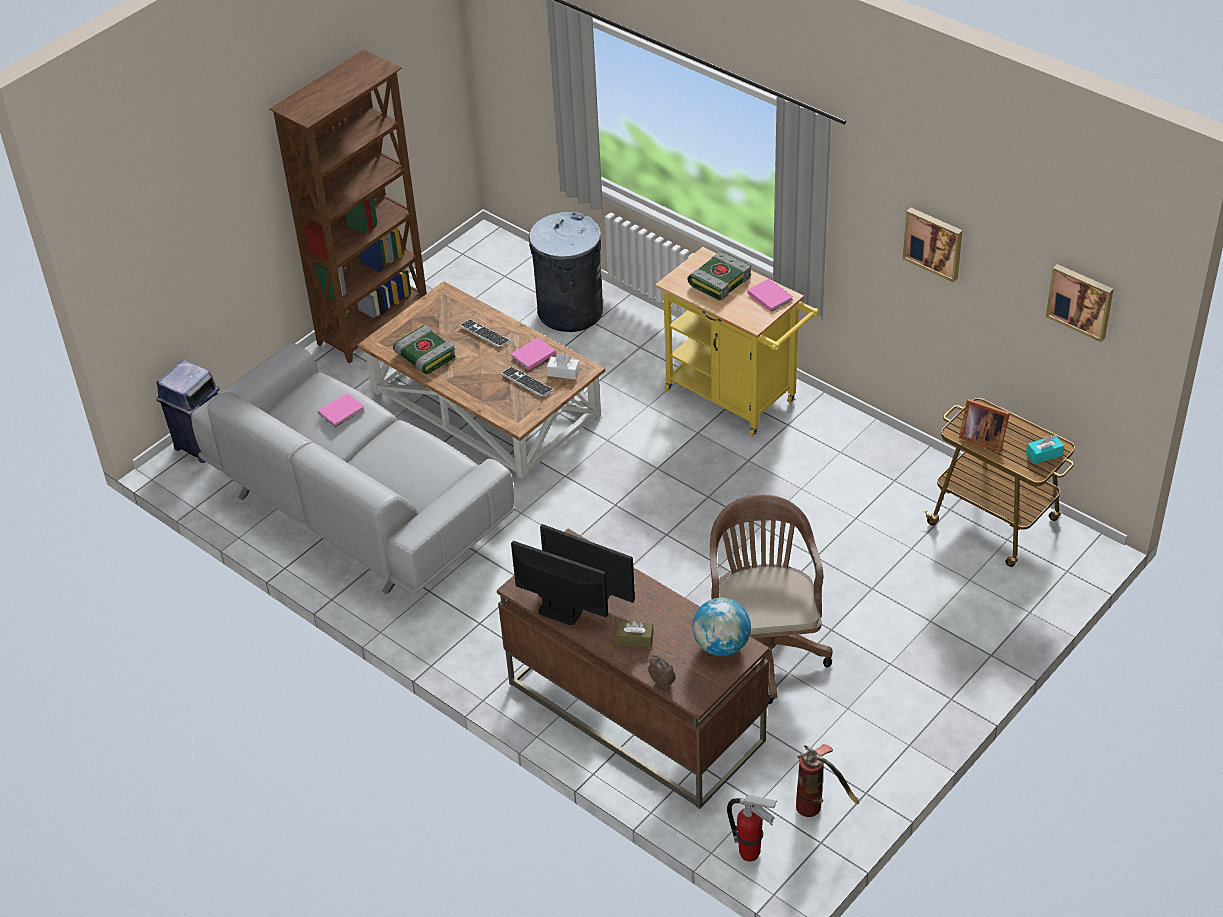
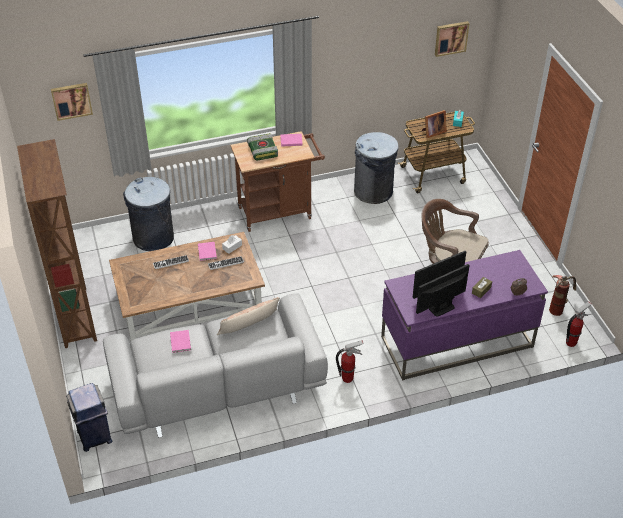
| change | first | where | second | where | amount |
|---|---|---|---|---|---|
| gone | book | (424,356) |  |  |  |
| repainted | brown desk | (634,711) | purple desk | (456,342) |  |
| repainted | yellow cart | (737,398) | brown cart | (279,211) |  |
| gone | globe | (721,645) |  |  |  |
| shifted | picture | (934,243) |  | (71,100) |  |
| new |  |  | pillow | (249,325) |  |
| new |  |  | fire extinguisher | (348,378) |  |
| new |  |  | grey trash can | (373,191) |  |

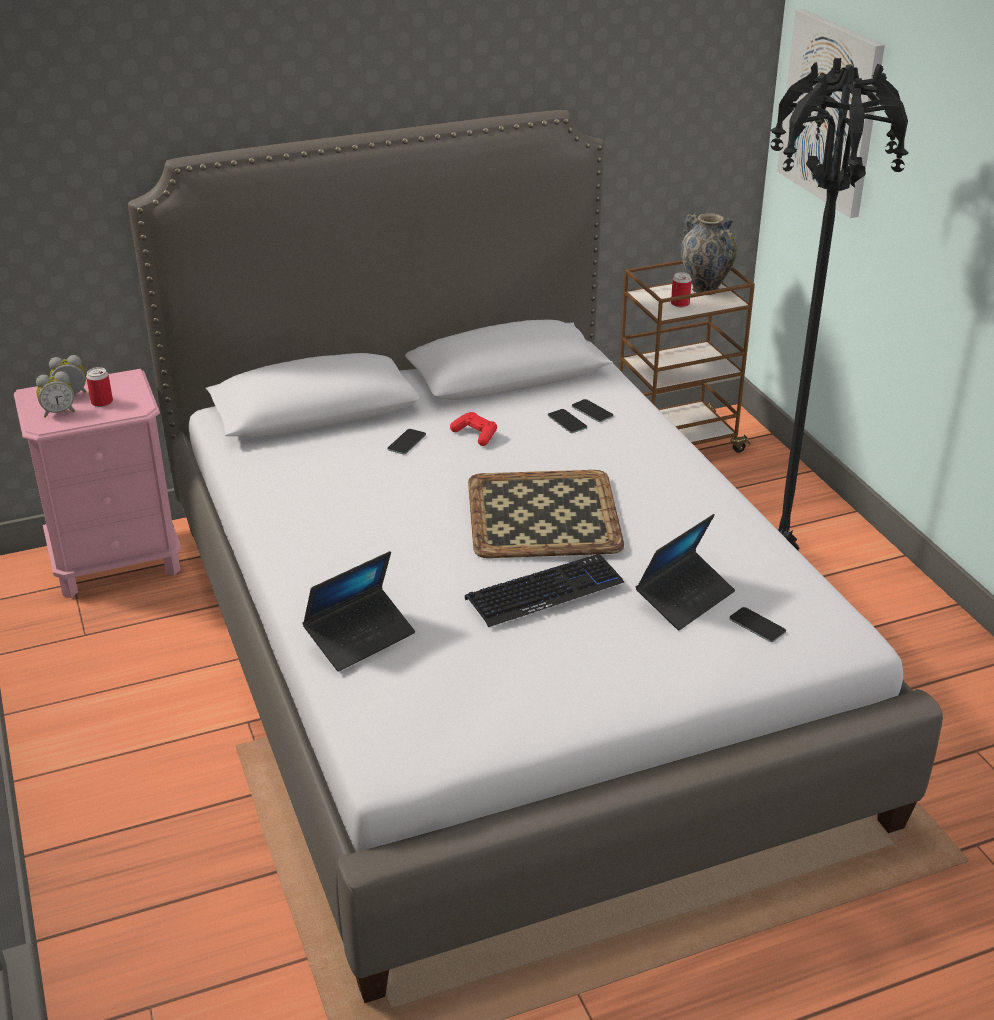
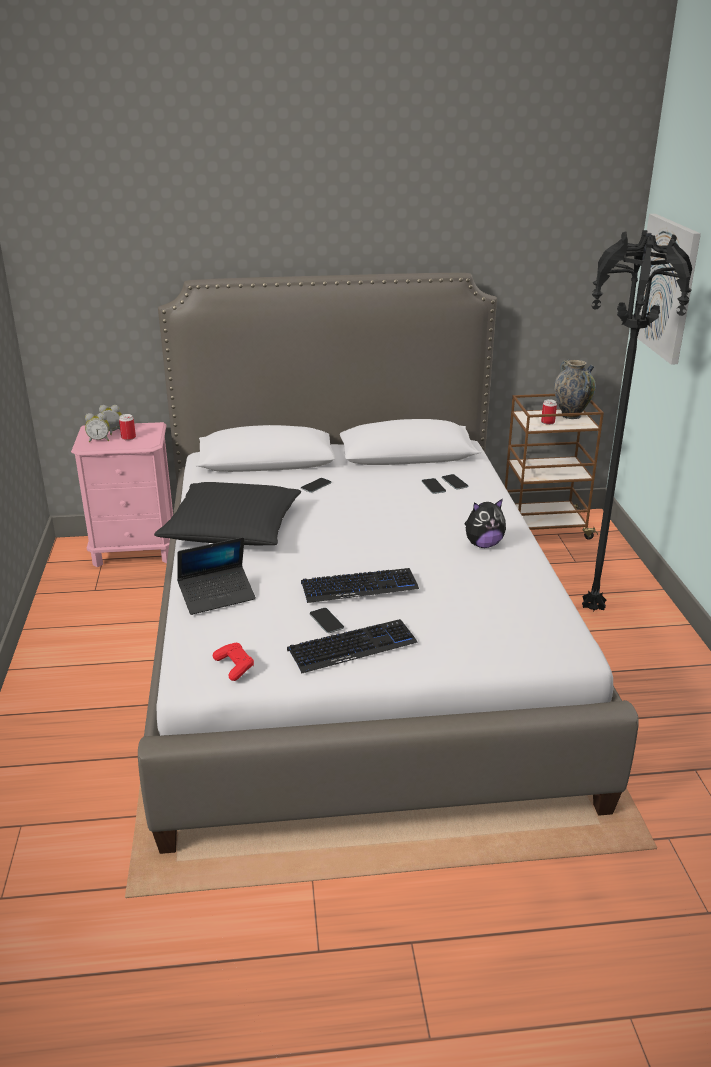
| change | first | where | second | where | amount |
|---|---|---|---|---|---|
| shifted | red game controller | (475,434) |  | (234,666) |  |
| gone | tray | (542,515) |  |  |  |
| gone | laptop | (685,598) |  |  |  |
| shifted | phone | (757,625) |  | (326,621) |  |
| new |  |  | black pillow | (232,529) |  |
| new |  |  | keyboard | (352,647) |  |
| new |  |  | plush toy | (483,544) |  |

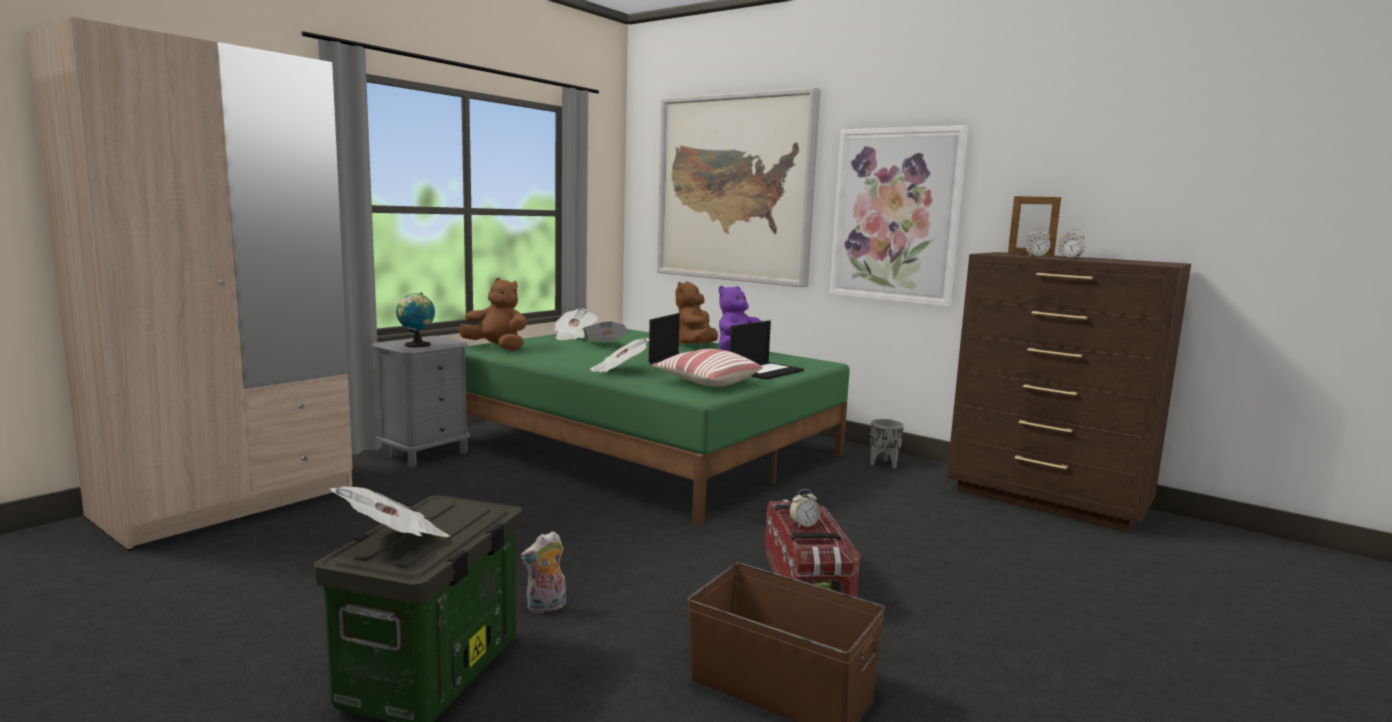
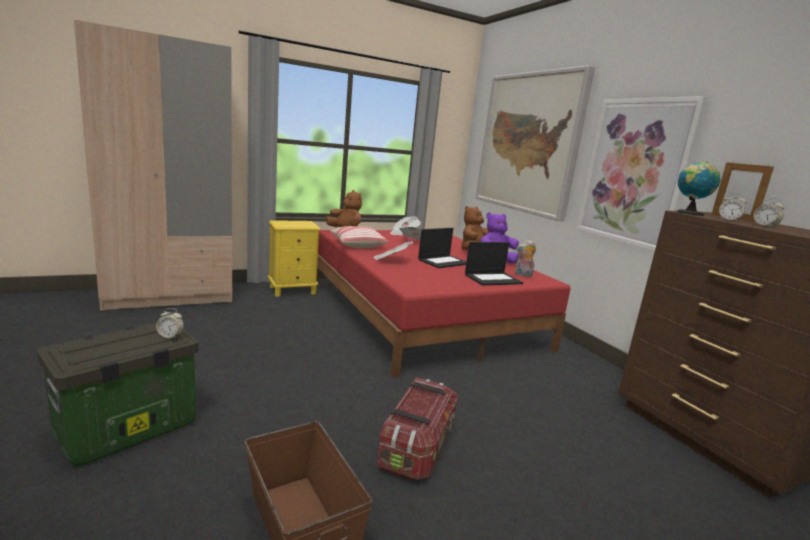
| change | first | where | second | where | amount |
|---|---|---|---|---|---|
| gone | newspaper | (393,539) |  |  |  |
| repainted | grey nightstand | (426,454) | yellow nightstand | (293,290) |  |
| shifted | globe | (416,345) |  | (689,213) |  |
| repainted | green bed | (644,447) | red bed | (421,314) |  |
| shifted | plush toy | (546,608) |  | (523,275) |  |
| shifted | pillow | (706,382) |  | (357,245) |  |
| shifted | alarm clock | (803,525) |  | (170,336) |  |
| gone | grey planter | (884,464) |  |  |  |

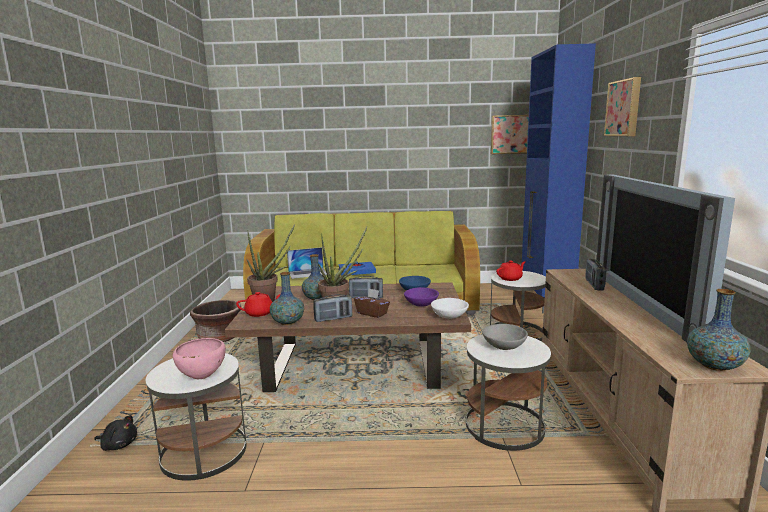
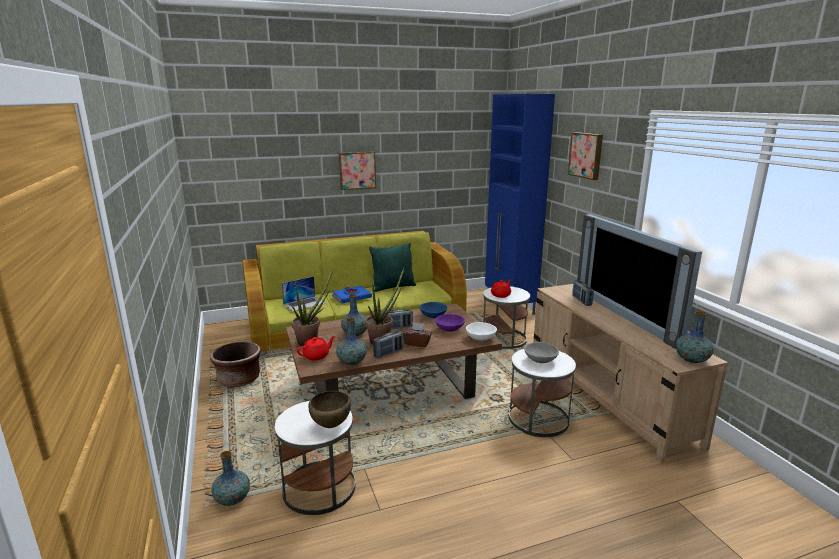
| change | first | where | second | where | amount |
|---|---|---|---|---|---|
| swapped | black plush toy | (118,445) | vase | (232,499) |  |
| repainted | pink bowl | (202,377) | brown bowl | (331,425) |  |
| shifted | picture | (509,134) |  | (357,170) |  |
| new |  |  | green pillow | (393,287) |  |

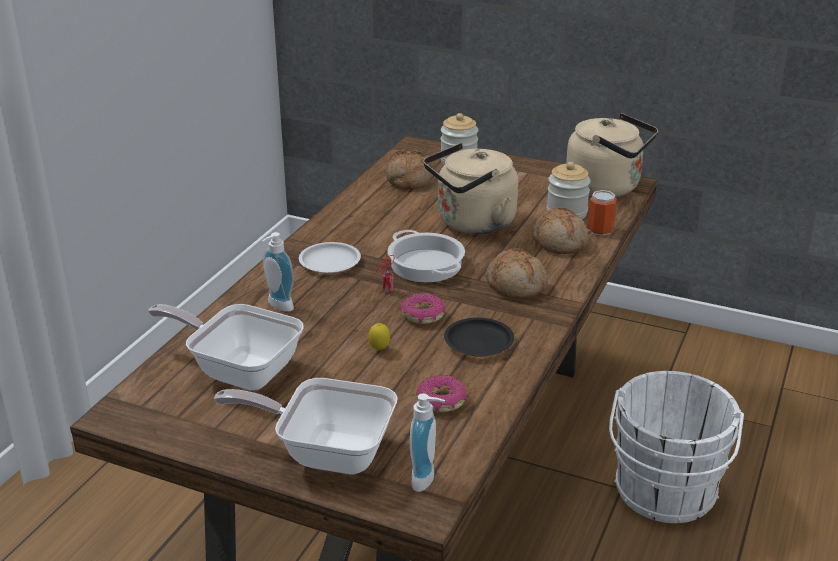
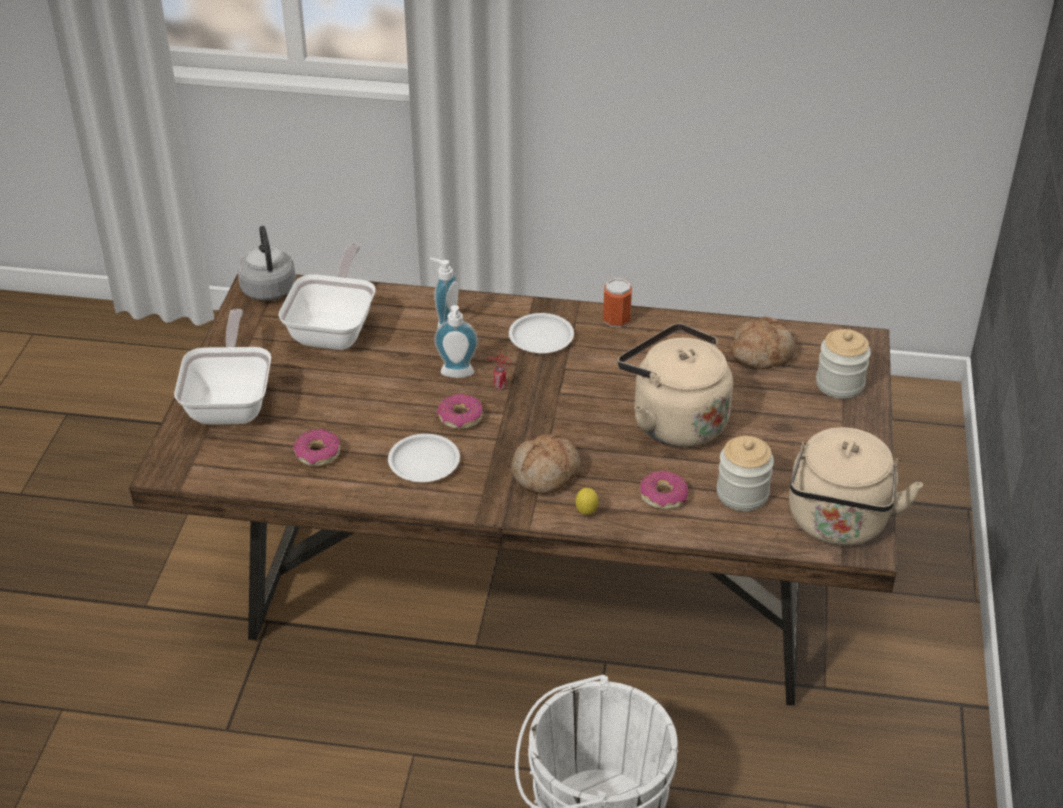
| change | first | where | second | where | amount |
|---|---|---|---|---|---|
| shifted | lemon | (379,349) |  | (586,513) |  |
| gone | cooking pot | (427,265) |  |  |  |
| shifted | soap dispenser | (427,479) |  | (457,375) |  |
| repainted | black plate | (478,342) | white plate | (424,462) |  |
| swapped | bread | (560,242) | donut | (663,496) |  |
| shifted | can | (600,230) |  | (616,320) |  |
| new |  |  | grey kettle | (268,288) |  |

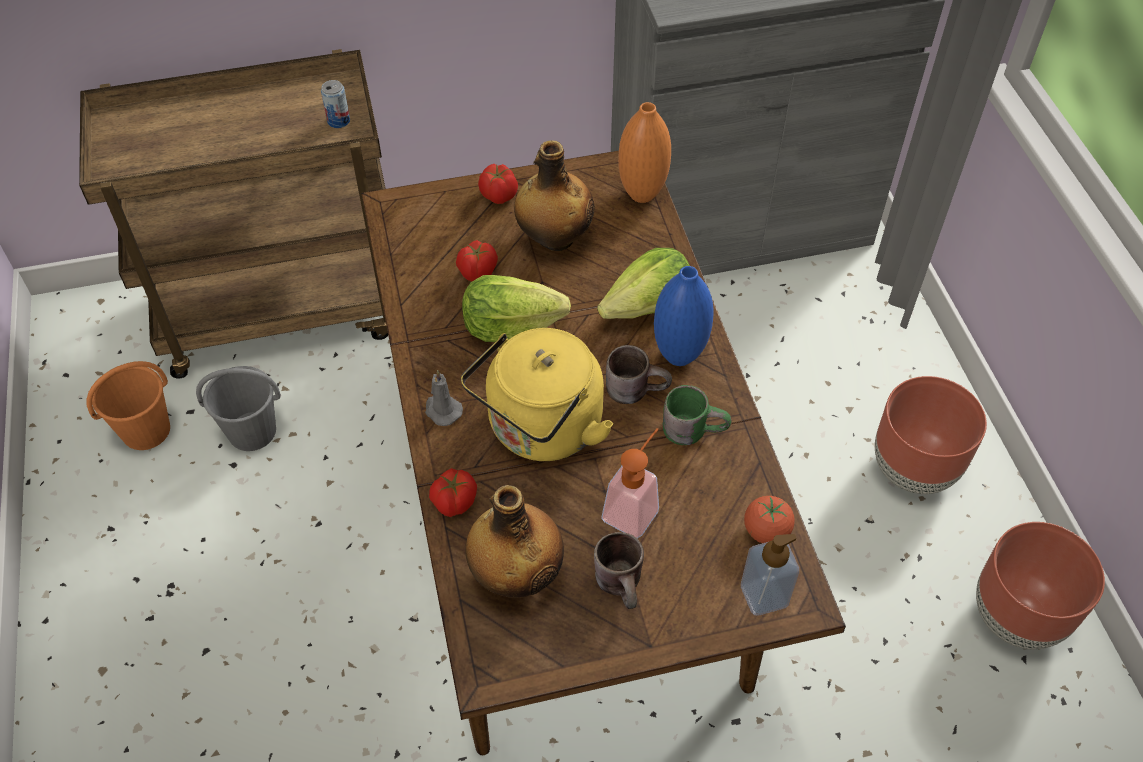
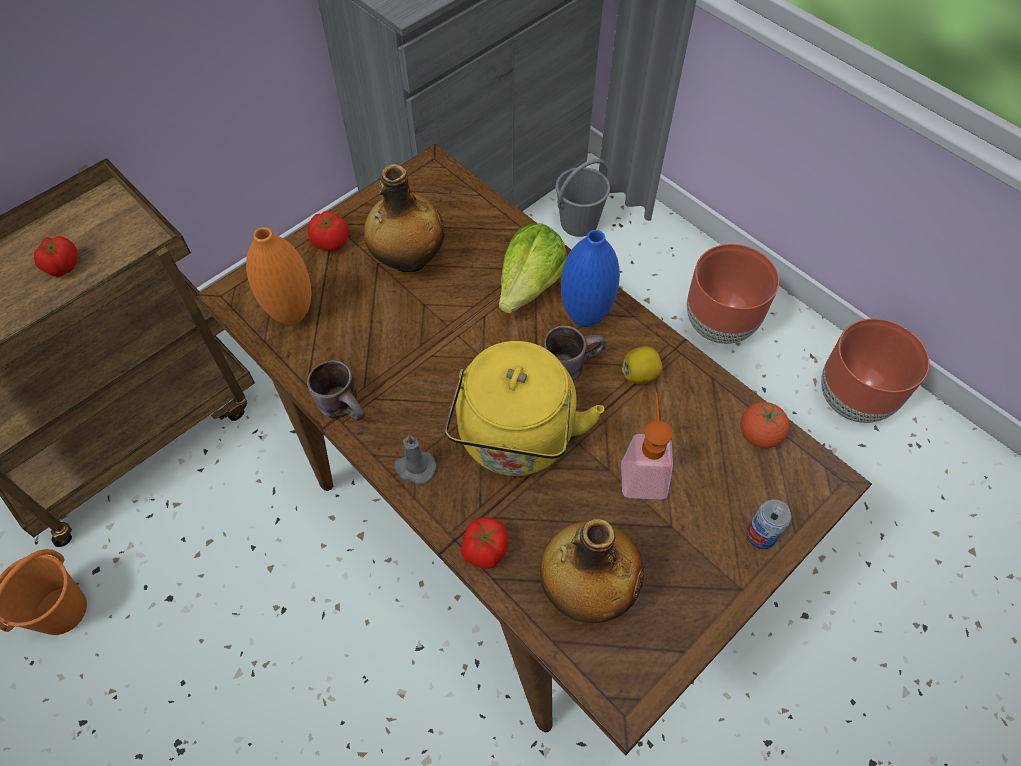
| change | first | where | second | where | amount |
|---|---|---|---|---|---|
| shifted | grey bucket | (251,431) |  | (578,223) |  |
| shifted | can | (338,121) |  | (760,535) |  |
| shifted | tomato | (477,272) |  | (63,266) |  |
| gone | lettuce | (510,327) |  |  |  |
| shifted | brown mug | (624,584) |  | (346,405) |  |
| shifted | orange vase | (642,194) |  | (292,314) |  |
| swapped | green mug | (693,428) | lemon | (640,375) |  |
| gone | soap dispenser | (764,595) |  |  |  |

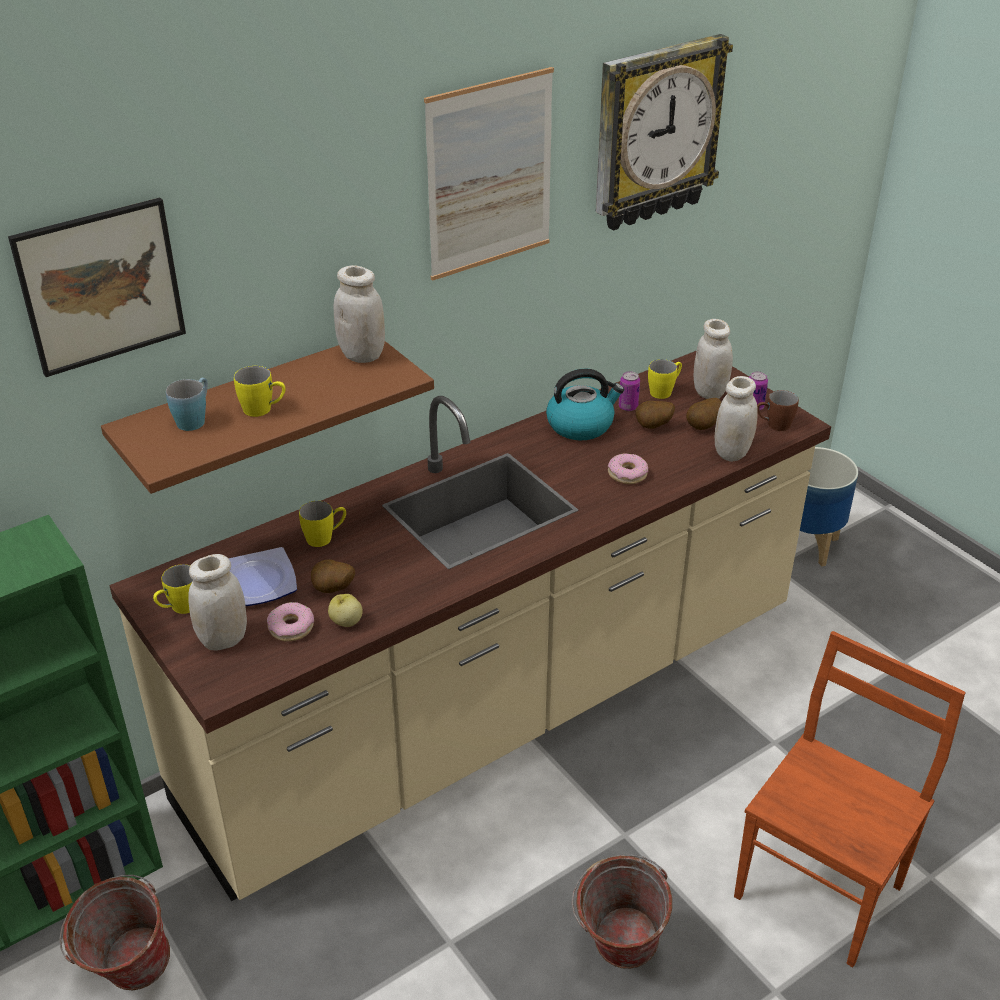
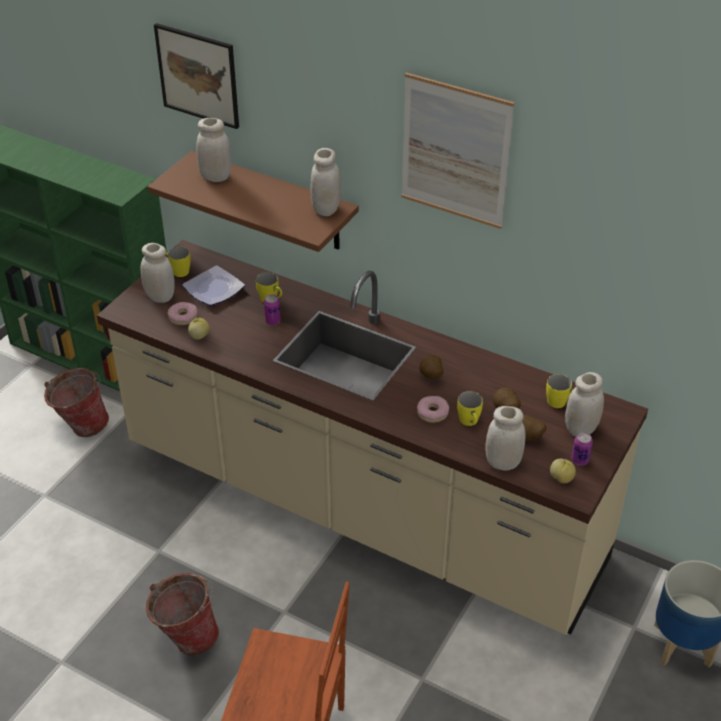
| change | first | where | second | where | amount |
|---|---|---|---|---|---|
| swapped | blue mug | (195,419) | white jar | (215,177) |  |
| shifted | yellow mug | (264,410) |  | (470,422) |  |
| shifted | potato | (333,590) |  | (430,376) |  |
| gone | kettle | (581,425) |  |  |  |
| gone | wall clock | (655,133) |  |  |  |
| shifted | can | (628,407) |  | (272,321) |  |
| swapped | brown mug | (773,425) | apple | (561,478) |  |

